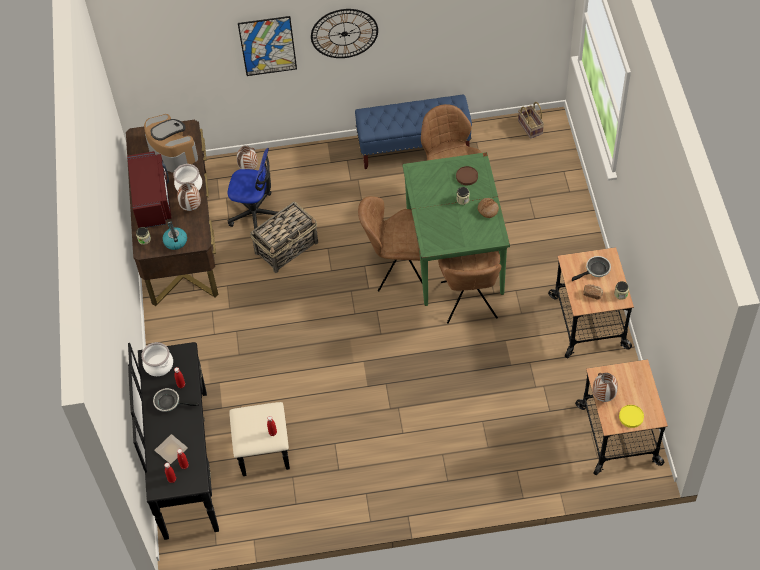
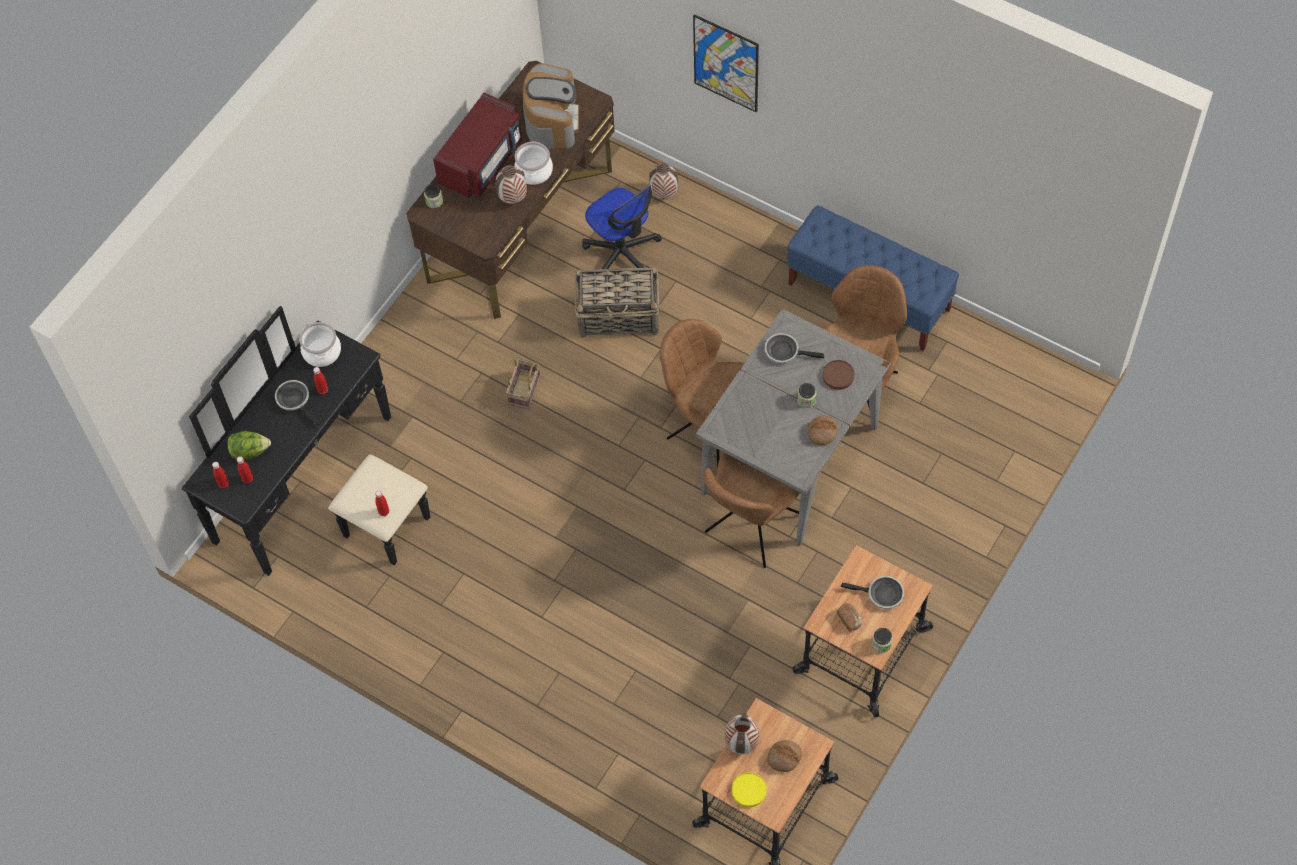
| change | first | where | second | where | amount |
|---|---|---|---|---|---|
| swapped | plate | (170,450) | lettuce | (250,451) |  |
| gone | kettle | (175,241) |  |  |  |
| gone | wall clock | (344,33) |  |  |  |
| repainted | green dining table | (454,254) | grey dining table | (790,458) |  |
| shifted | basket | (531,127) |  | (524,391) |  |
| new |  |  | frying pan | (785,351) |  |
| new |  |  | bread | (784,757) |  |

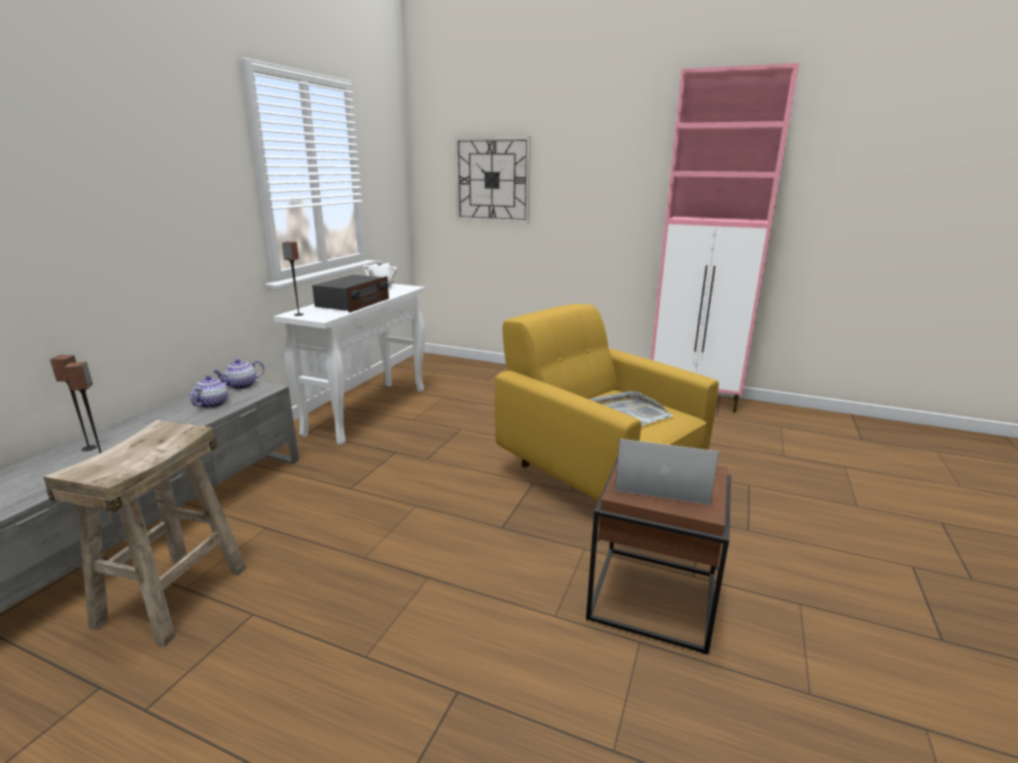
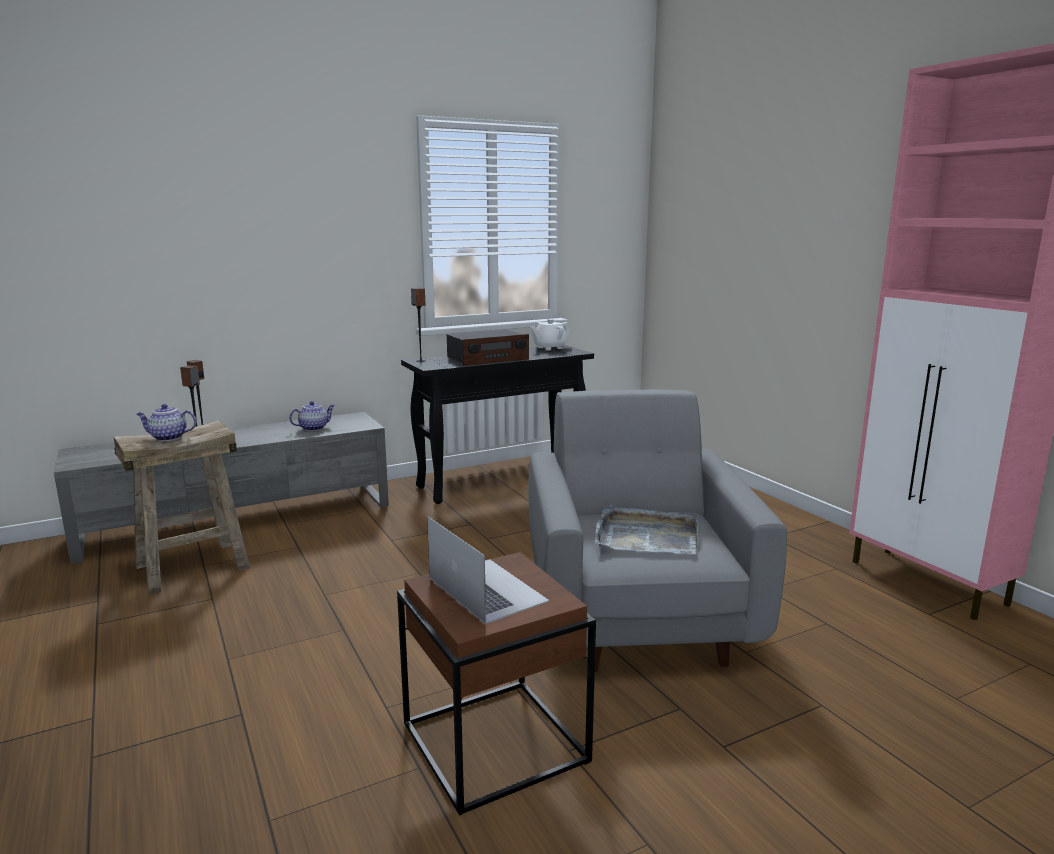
| change | first | where | second | where | amount |
|---|---|---|---|---|---|
| shifted | teapot | (241,386) |  | (168,437) |  |
| repainted | white console table | (368,410) | black console table | (501,481) |  |
| gone | wall clock | (492,180) |  |  |  |
| repainted | yellow armchair | (596,472) | grey armchair | (637,612) |  |

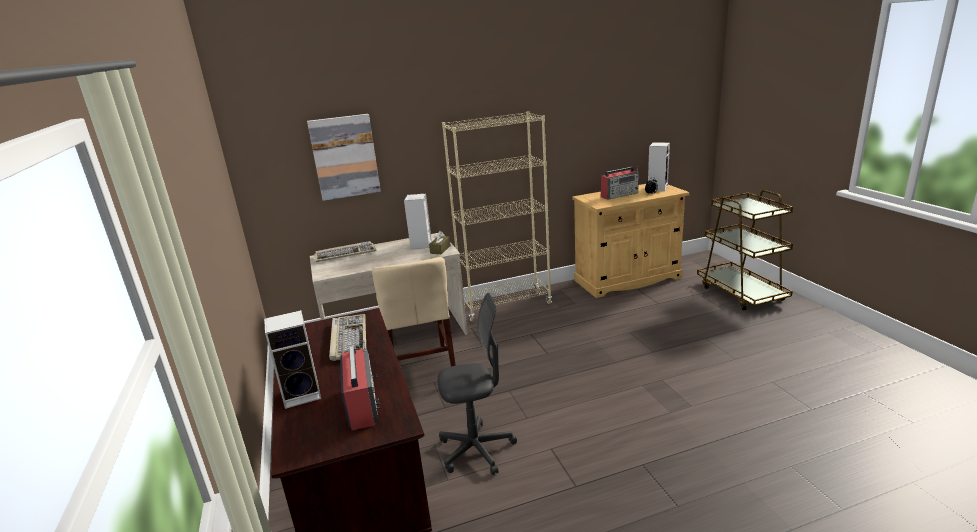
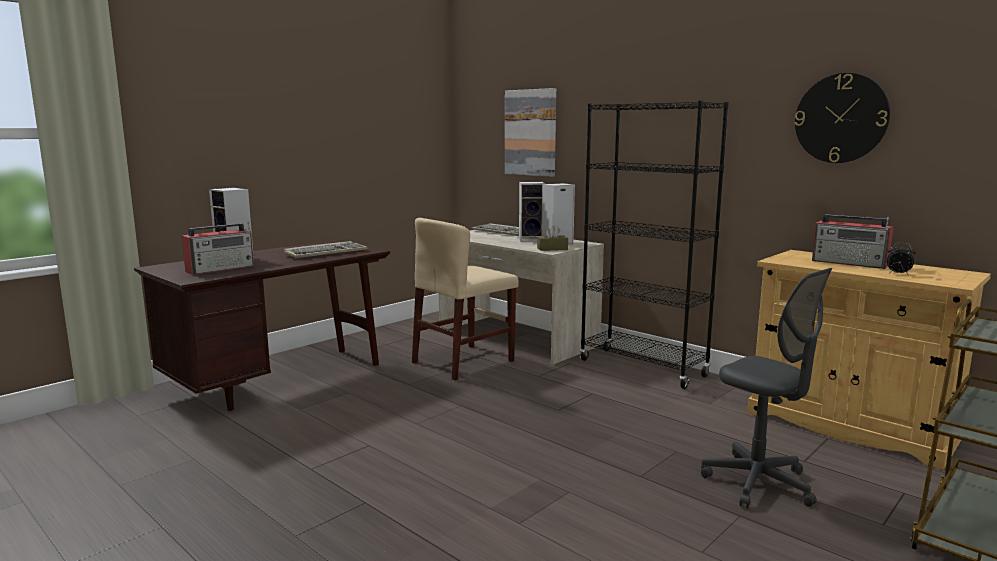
| change | first | where | second | where | amount |
|---|---|---|---|---|---|
| shifted | grey office chair | (476,450) |  | (758,483) |  |
| repainted | beige bookcase | (506,306) | black bookcase | (643,368) |  |
| shifted | speaker | (657,188) |  | (532,239) |  |
| new |  |  | wall clock | (841,118) |  |

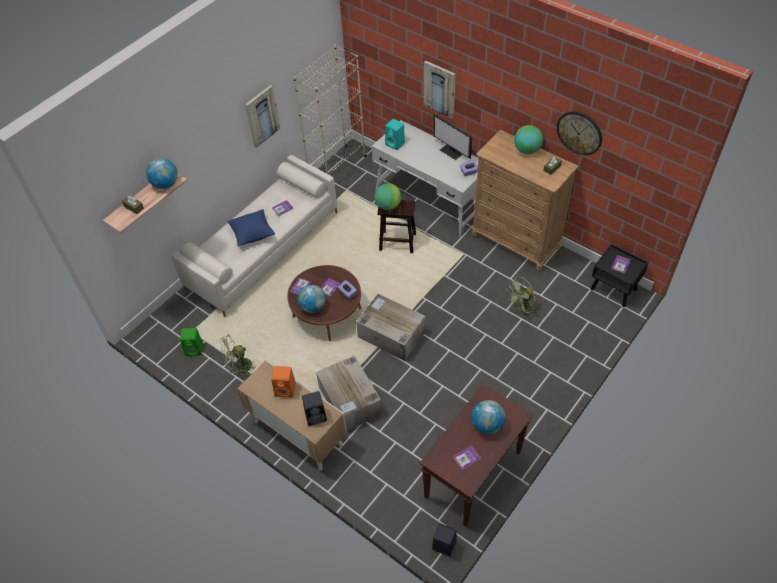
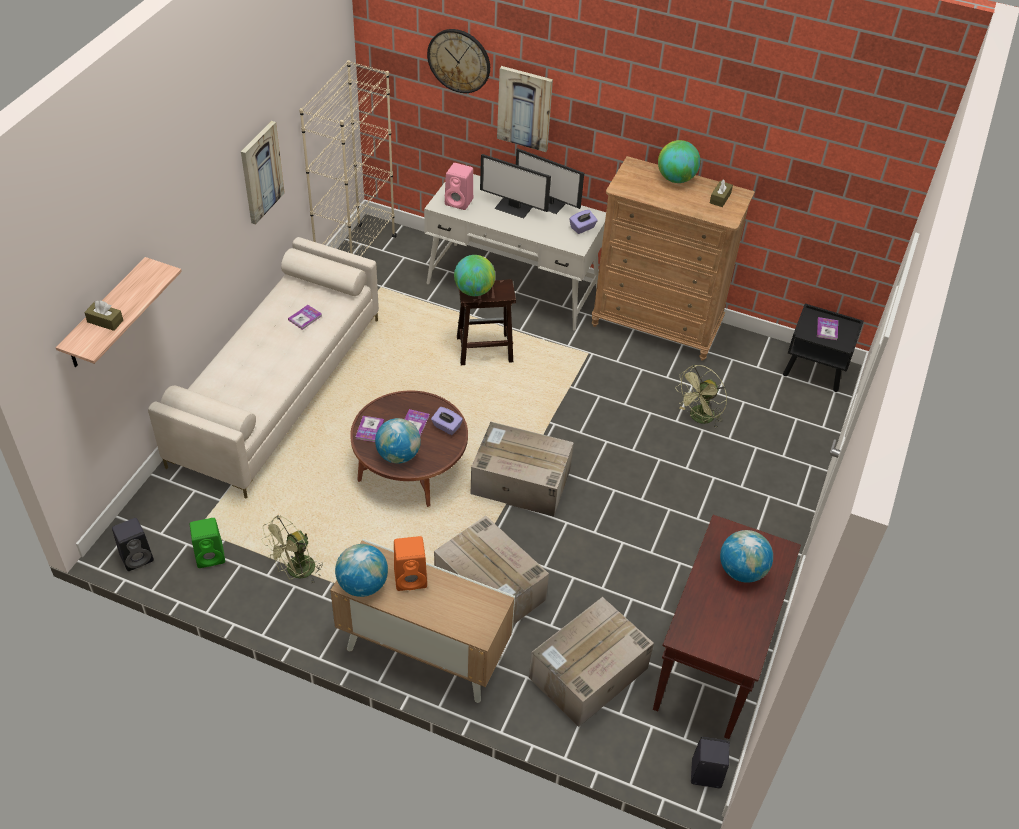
| change | first | where | second | where | amount |
|---|---|---|---|---|---|
| shifted | globe | (165,184) |  | (362,585) |  |
| gone | blue pillow | (252,234) |  |  |  |
| shifted | black speaker | (316,416) |  | (138,557) |  |
| repainted | turquoise speaker | (395,144) | pink speaker | (460,202) |  |
| gone | book | (466,458) |  |  |  |
| shifted | wall clock | (579,132) |  | (459,60) |  |
| new |  |  | monitor | (514,208) |  |
| new |  |  | cardboard box | (587,674) |  |

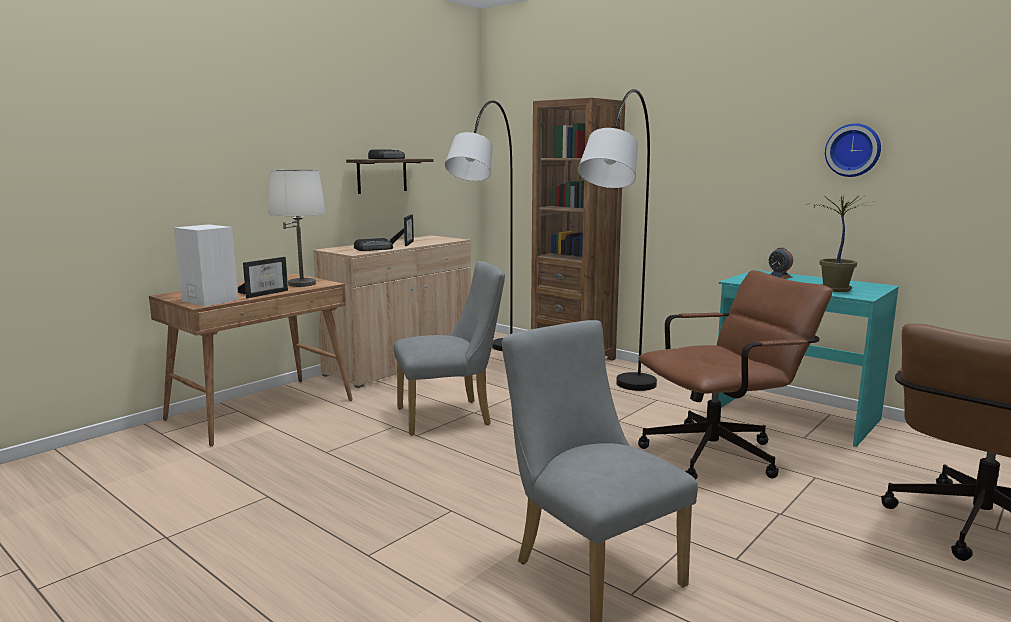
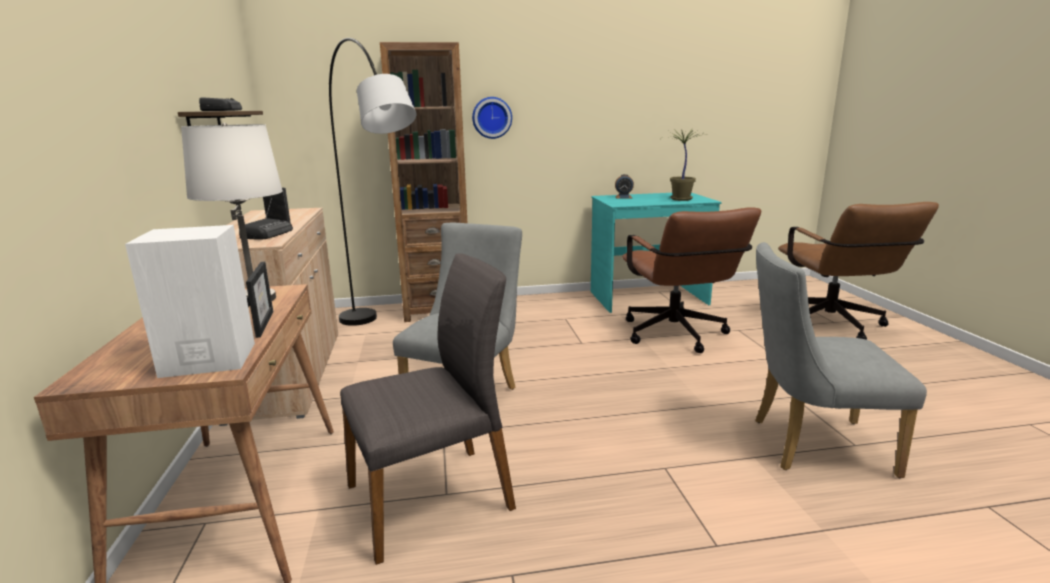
| change | first | where | second | where | amount |
|---|---|---|---|---|---|
| gone | grey floor lamp | (618,409) |  |  |  |
| rotated | brown office chair | (722,453) |  | (677,337) | 150 degrees clockwise |
| shifted | wall clock | (853,150) |  | (491,117) |  |
| new |  |  | grey chair | (432,497) |  |

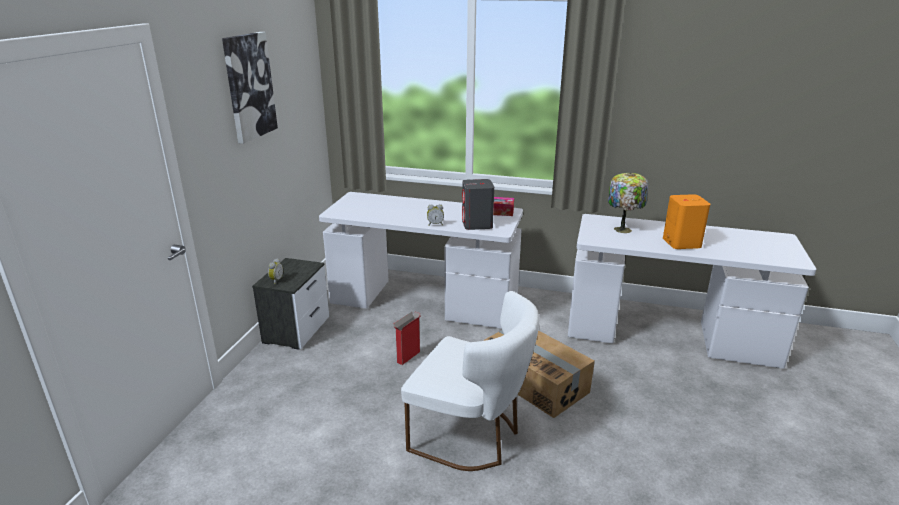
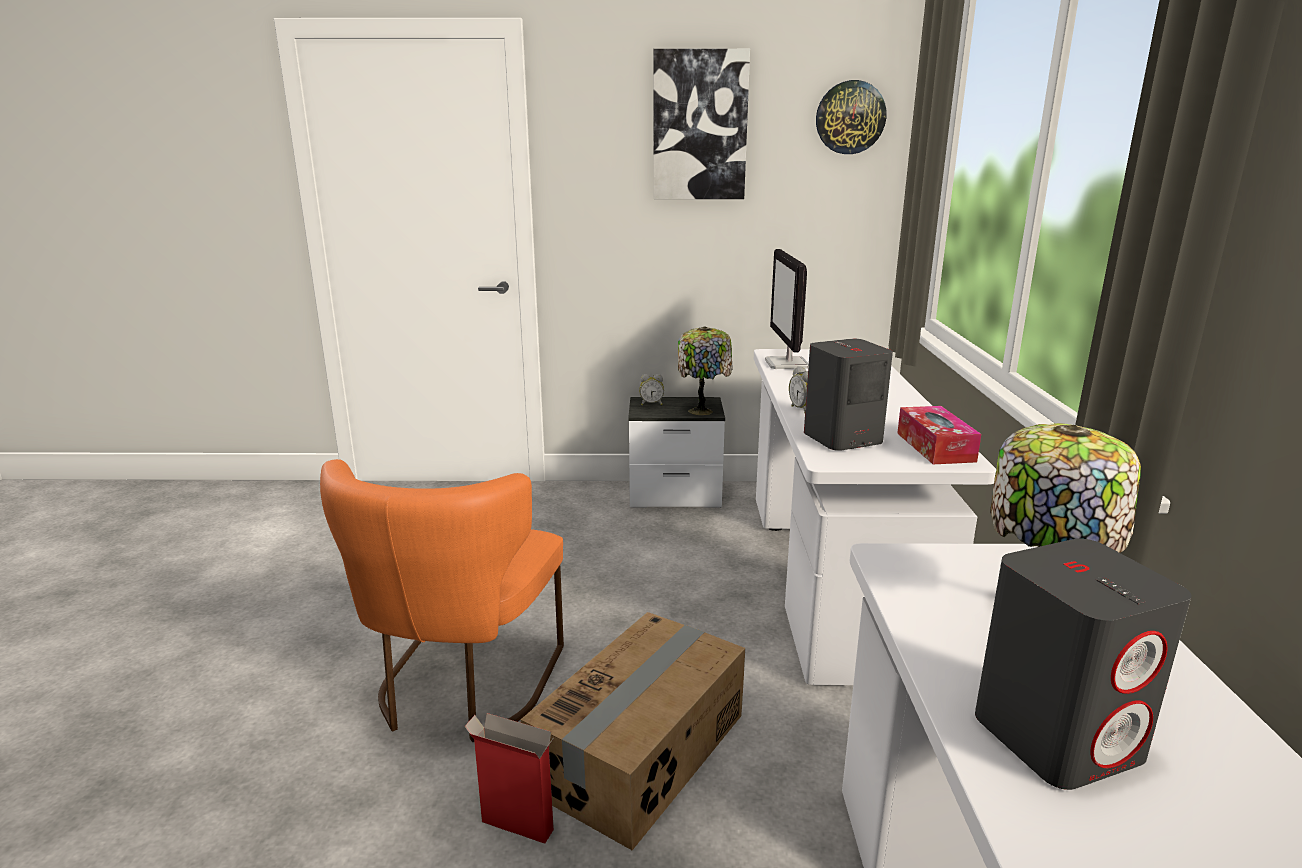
| change | first | where | second | where | amount |
|---|---|---|---|---|---|
| shifted | cardboard box | (408,357) |  | (515,825) |  |
| repainted | white chair | (472,436) | orange chair | (461,689) |  |
| repainted | orange speaker | (681,243) | grey speaker | (1058,736) |  |
| new |  |  | table lamp | (702,411) |  |
| new |  |  | monitor | (787,364) |  |
| new |  |  | wall clock | (850,117) |  |

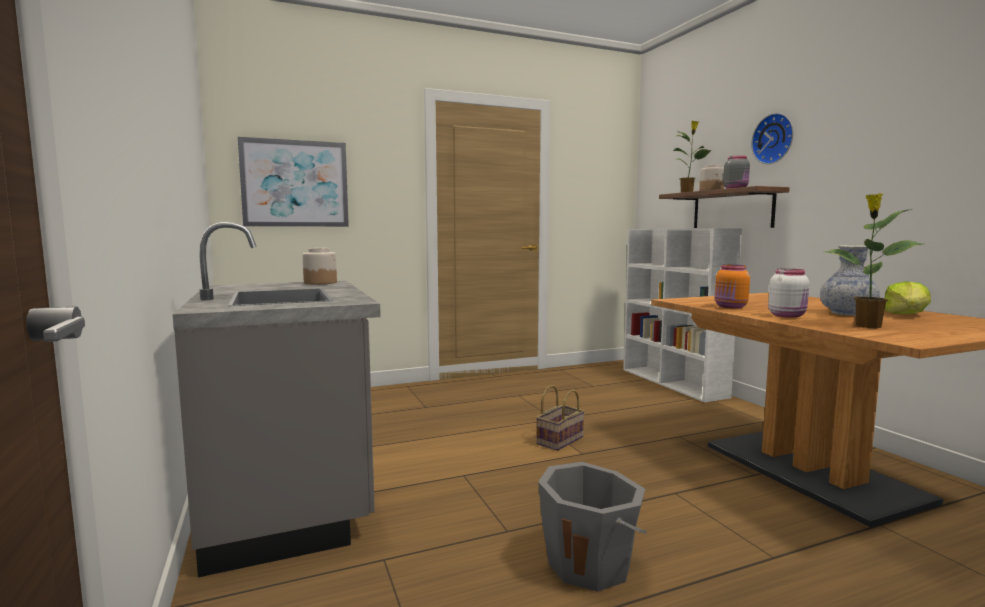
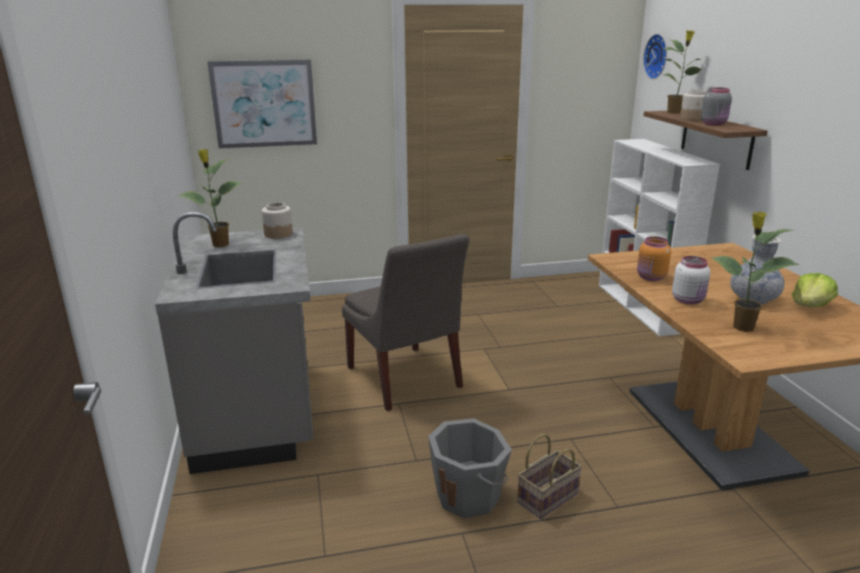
| change | first | where | second | where | amount |
|---|---|---|---|---|---|
| shifted | basket | (560,440) |  | (547,496) |  |
| shifted | wall clock | (774,139) |  | (658,56) |  |
| new |  |  | potted plant | (220,245) |  |
| new |  |  | grey chair | (405,380) |  |

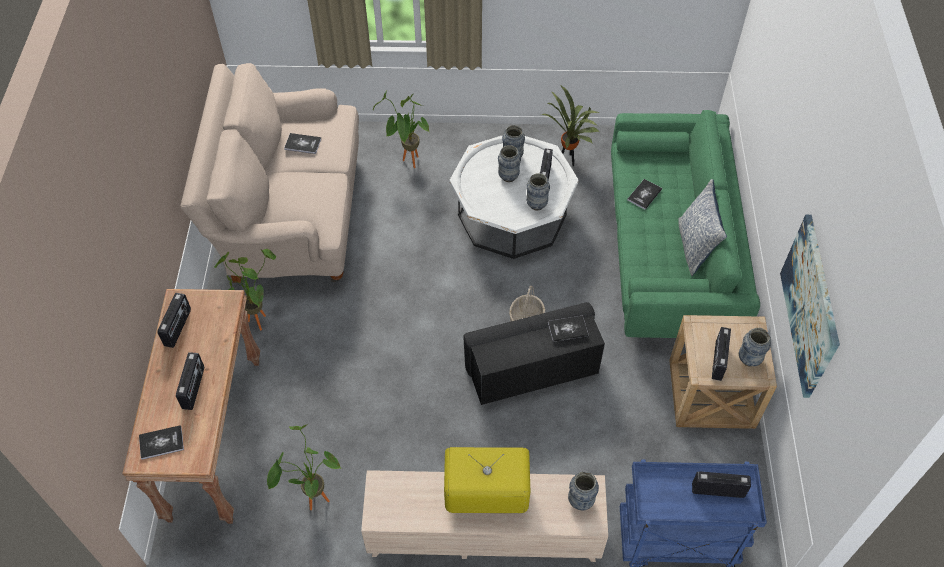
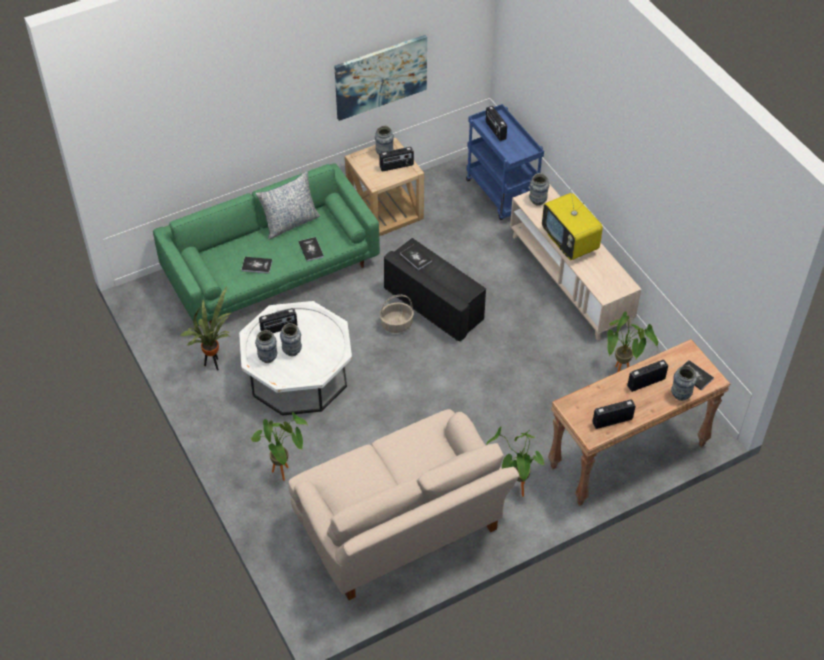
| change | first | where | second | where | amount |
|---|---|---|---|---|---|
| shifted | book | (303,144) |  | (311,249) |  |
| shifted | vase | (536,205) |  | (680,395) |  |

